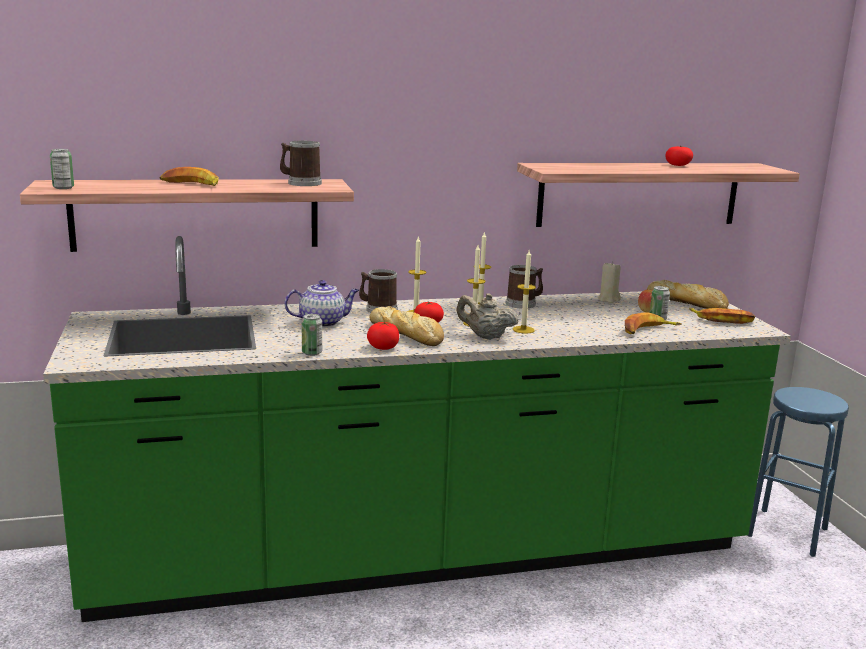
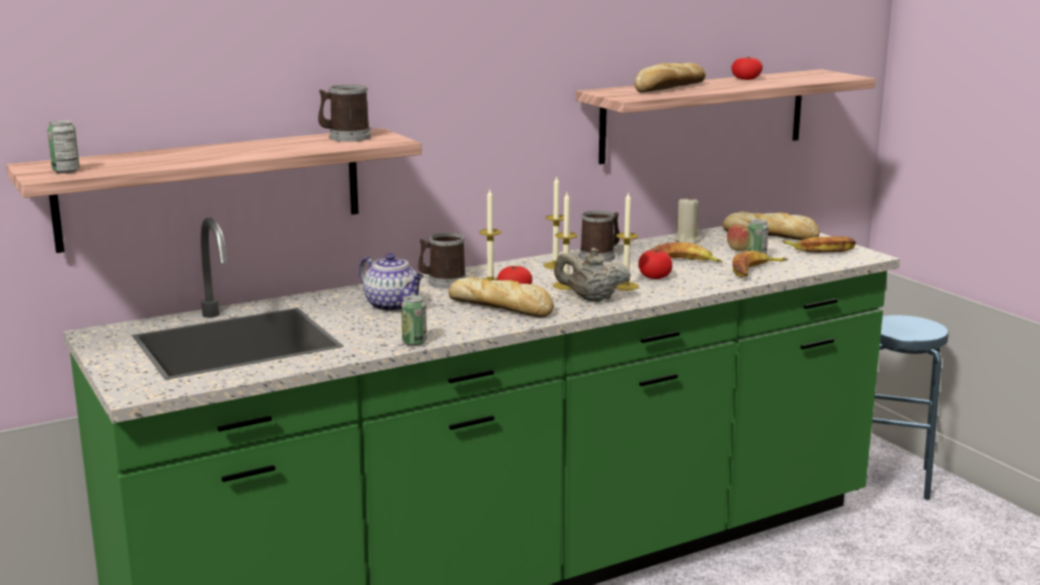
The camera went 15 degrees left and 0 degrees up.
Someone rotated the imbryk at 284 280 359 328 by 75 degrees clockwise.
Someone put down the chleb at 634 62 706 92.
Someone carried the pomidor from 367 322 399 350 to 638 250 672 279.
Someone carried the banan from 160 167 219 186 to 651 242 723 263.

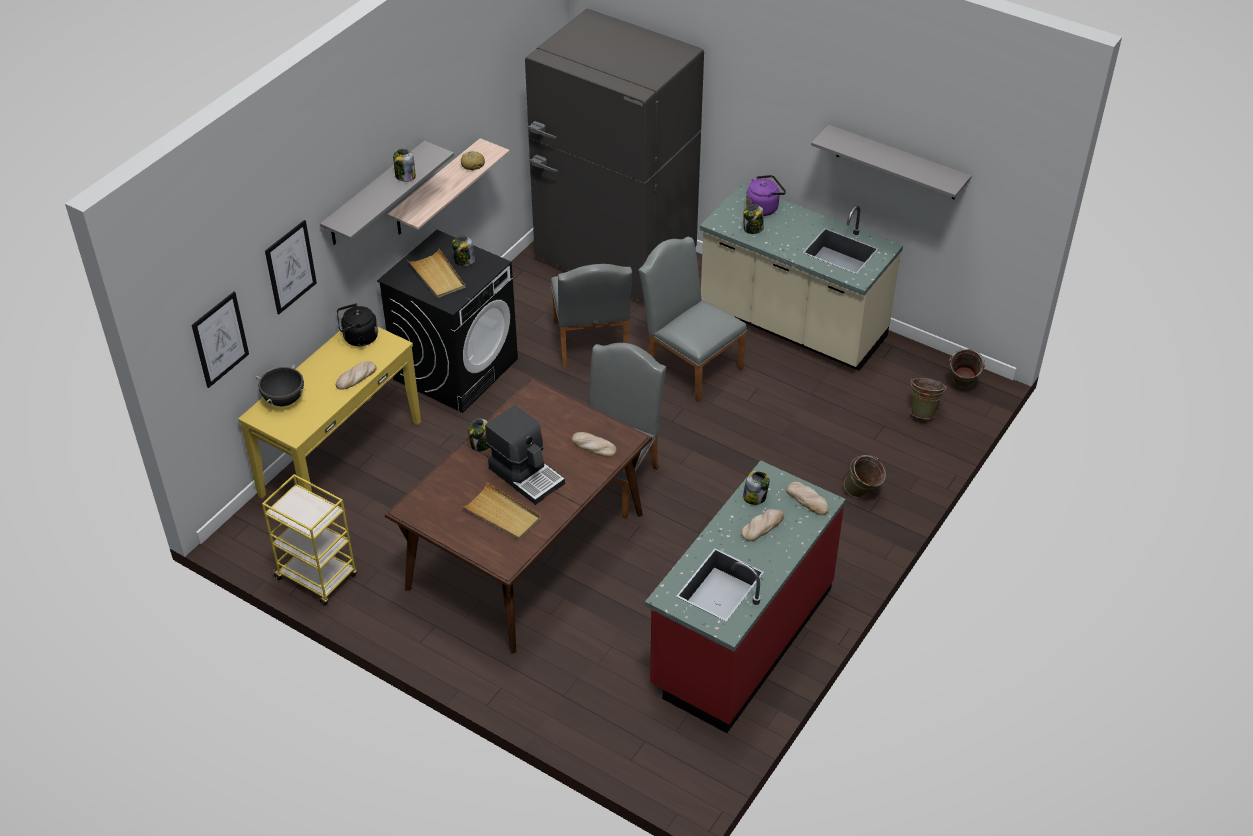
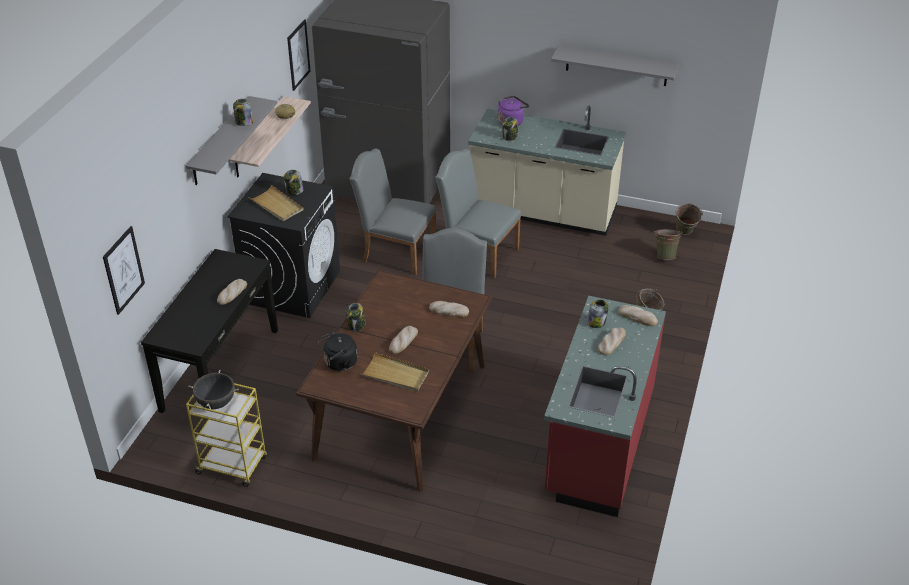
The camera went 15 degrees left and 5 degrees down.
Someone repainted the stolik konsolowy [żółty] at 238 327 421 499, which became the stolik konsolowy [czarny] at 141 249 278 413.
Someone carried the garnek [czarny] from 256 365 306 406 to 188 370 239 409.
Someone carried the obraz from 265 220 317 314 to 287 19 311 91.
Someone carried the czajnik [czarny] from 337 303 378 346 to 317 332 357 371.
Someone rotated the krzesło [szary] at 551 264 632 368 by 135 degrees clockwise.
Someone swapped the ekspres do kawy at 485 405 565 505 for the chleb at 389 326 418 354.

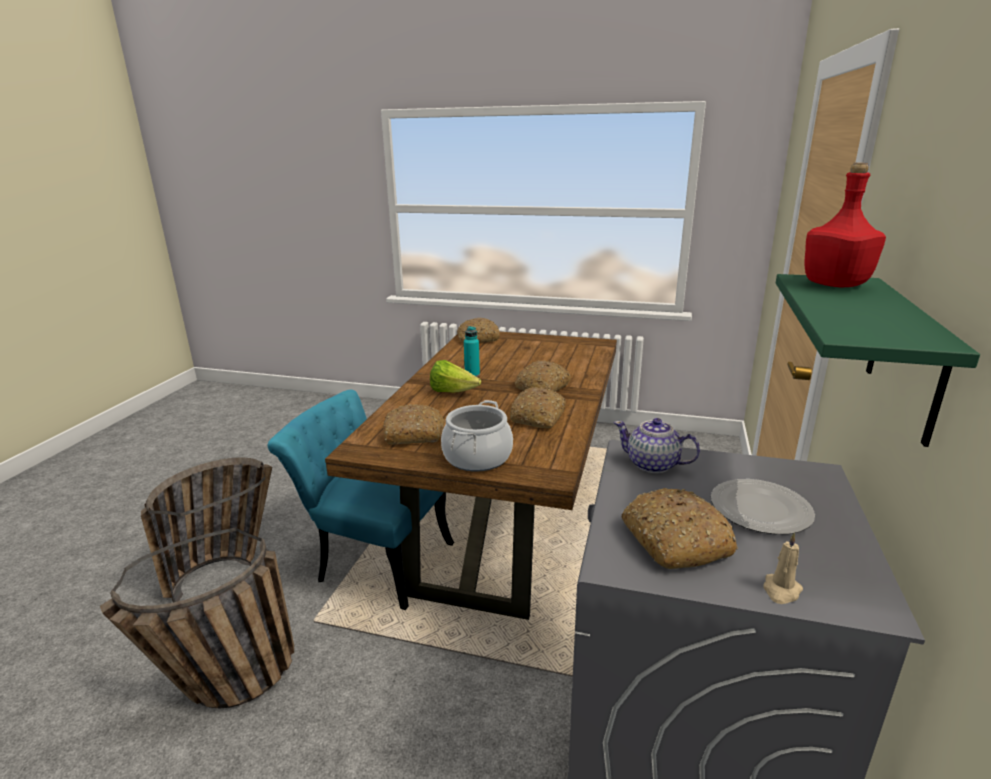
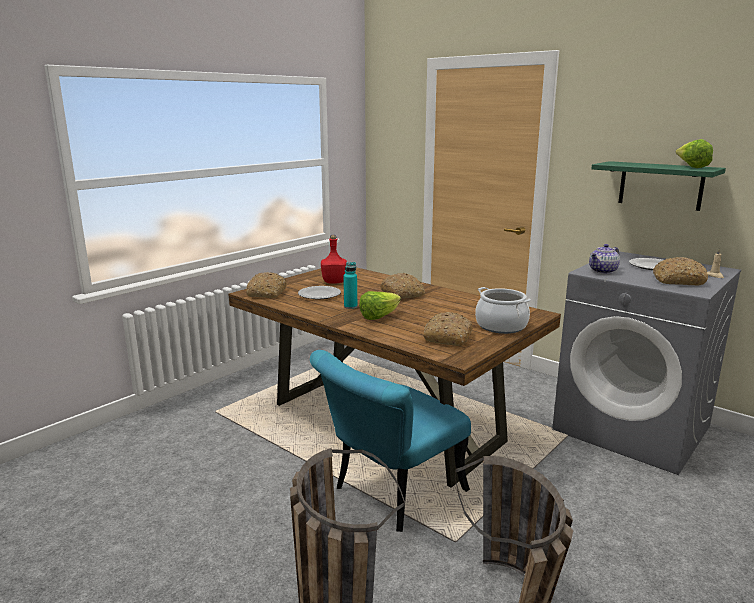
The camera went 65 degrees left and 5 degrees down.
Someone put down the talerz at 298 286 341 299.
Someone carried the butelka [czerwony] from 804 163 886 287 to 321 235 347 284.
Someone put down the sałata at 675 139 713 168.
Someone took away the chleb at 510 387 566 428.

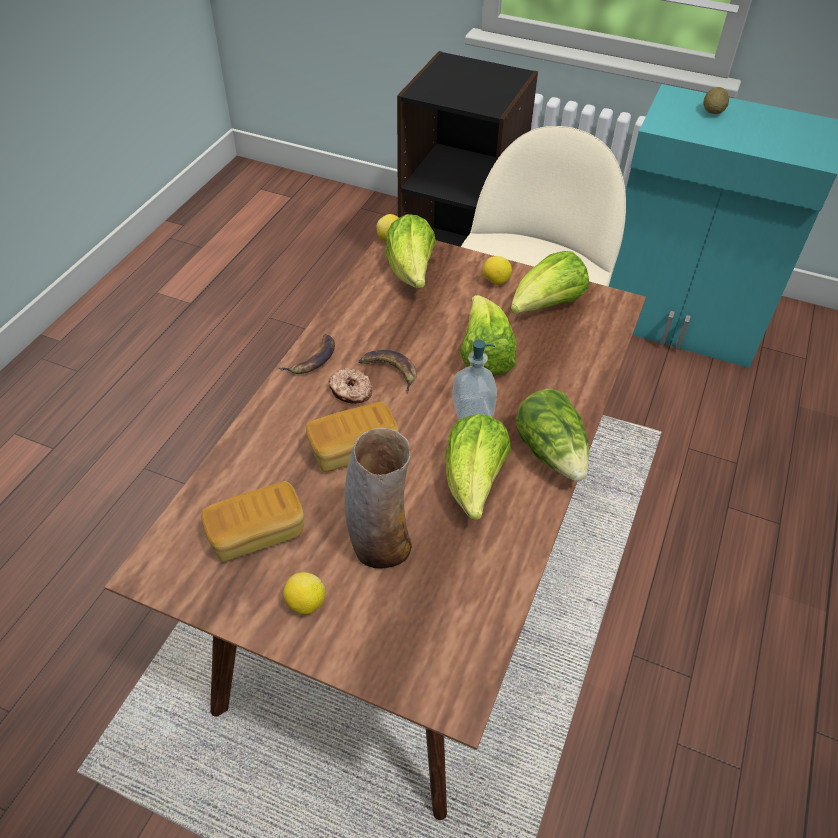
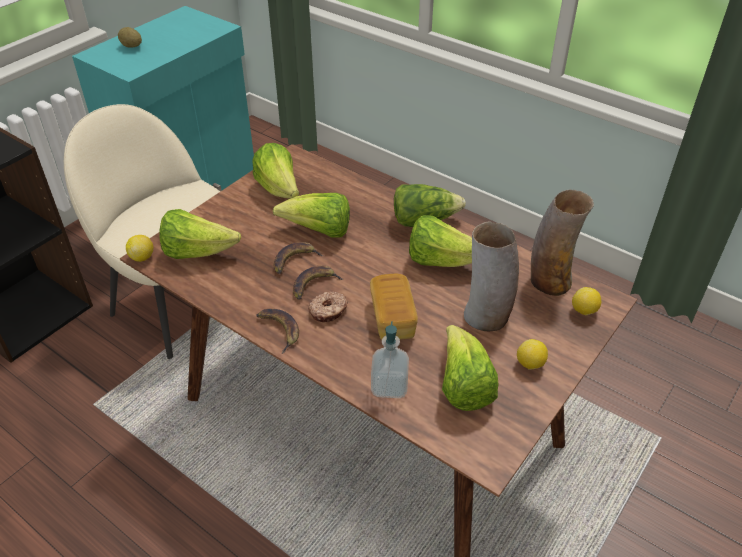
The camera went 75 degrees left and 5 degrees down.
Someone put down the banan at 274 242 323 274.
Someone carried the dozownik mydła from 452 340 497 419 to 371 321 409 398.
Someone swapped the chleb at 202 481 304 562 for the sałata at 442 325 499 411.
Someone put down the wazon at 531 190 594 296.
Someone carried the cytryna from 482 256 512 285 to 572 287 601 315.

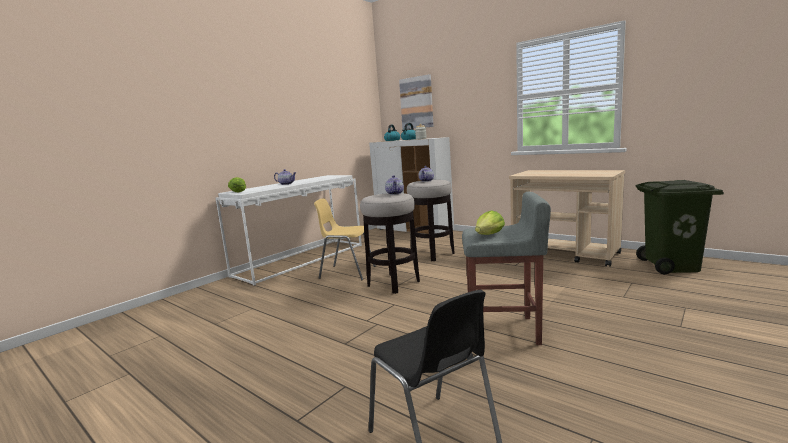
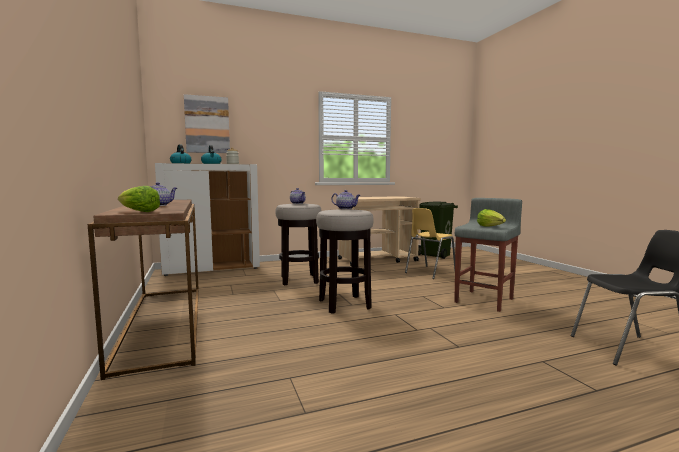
The camera went 60 degrees left and 5 degrees down.
Someone repainted the stolik konsolowy [biały] at 216 175 362 285, which became the stolik konsolowy [brązowy] at 88 200 199 380.
Someone carried the krzesło [żółty] from 314 198 376 280 to 405 208 455 279.

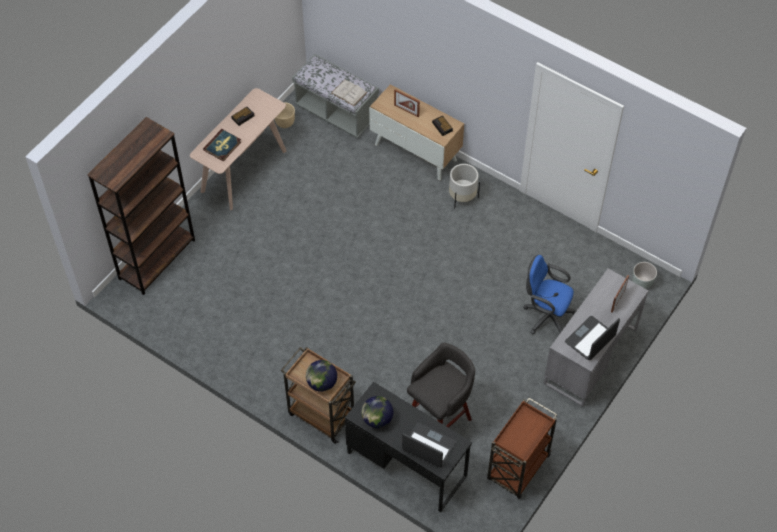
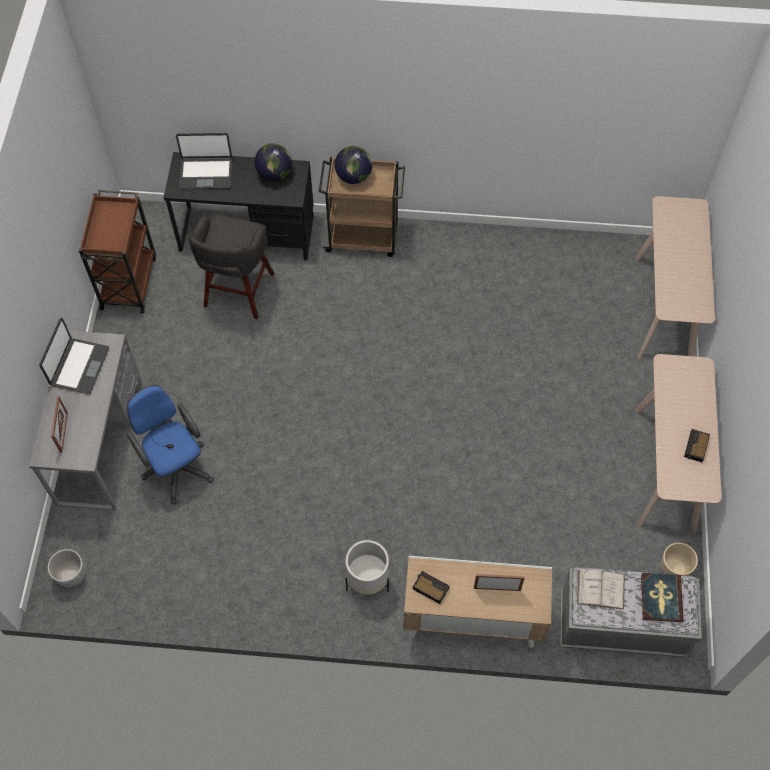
The camera went 150 degrees right and 5 degrees up.
Someone rotated the krzesło biurowe [niebieski] at 523 255 576 334 by 120 degrees counterclockwise.
Someone swapped the regał [brązowy] at 87 117 195 295 for the stolik konsolowy [beżowy] at 635 196 715 359.
Someone carried the książka from 203 129 241 161 to 641 573 684 622.

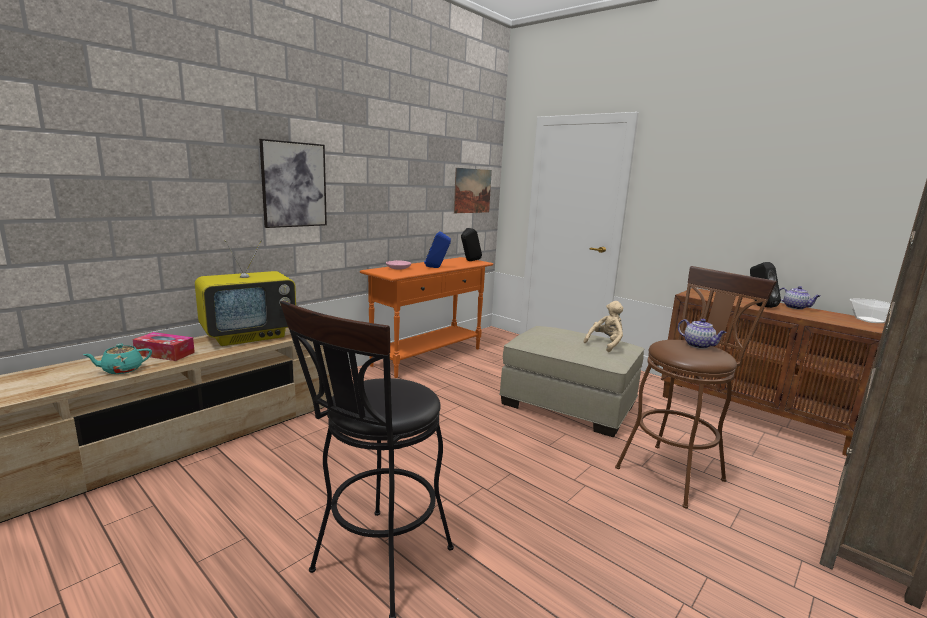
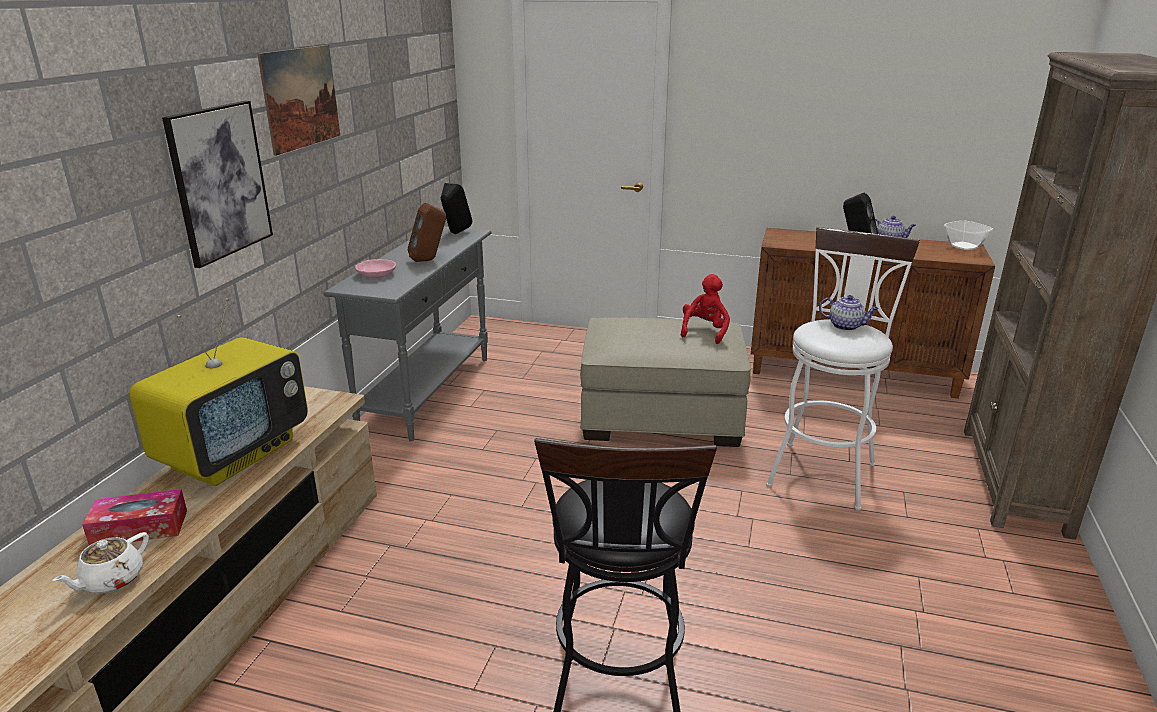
The camera went 25 degrees left and 10 degrees up.
Someone repainted the imbryk [turkusowy] at 83 344 152 374, which became the imbryk [biały] at 53 532 149 594.
Someone carried the obraz from 454 168 492 213 to 257 45 340 156.
Someone repainted the stolik konsolowy [pomarańczowy] at 360 257 493 378, which became the stolik konsolowy [szary] at 323 227 492 441.
Someone repainted the głośnik [niebieski] at 424 231 451 268, which became the głośnik [brązowy] at 408 203 446 262.
Someone repainted the pluszak [beżowy] at 584 301 623 352, which became the pluszak [czerwony] at 681 274 730 344.
Someone repainted the stołek [brązowy] at 615 266 777 509, which became the stołek [biały] at 766 227 920 510.

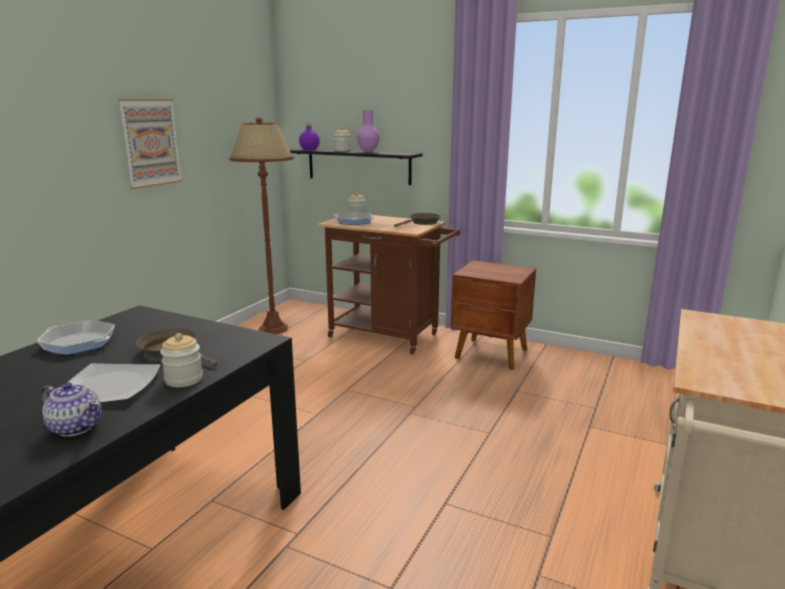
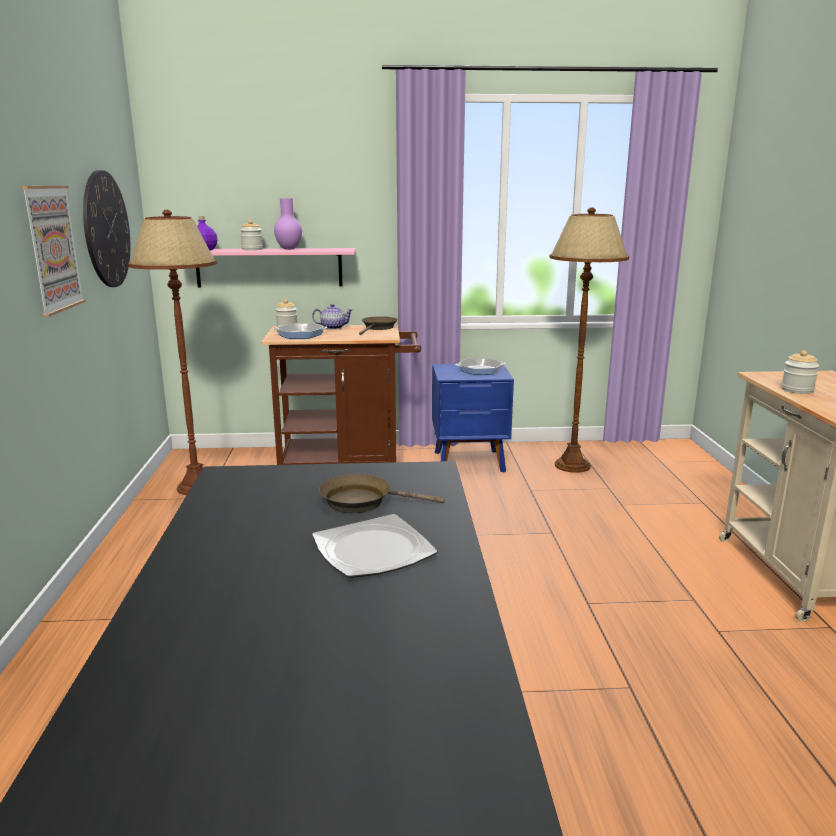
The camera went 30 degrees left and 0 degrees up.
Someone put up the zegar ścienny at 83 170 130 287.
Someone repainted the półka [czarny] at 290 148 423 185, which became the półka [różowy] at 196 248 355 287.
Someone carried the imbryk from 41 382 101 437 to 312 304 353 330.
Someone repainted the szafka nocna [brązowy] at 451 260 536 370, which became the szafka nocna [niebieski] at 432 364 514 472.
Someone carried the patelnia from 37 320 115 355 to 455 358 506 375.
Someone put down the lampa stojąca [brązowy] at 550 207 629 473.
Someone carried the słoik from 160 333 203 387 to 781 350 819 394.

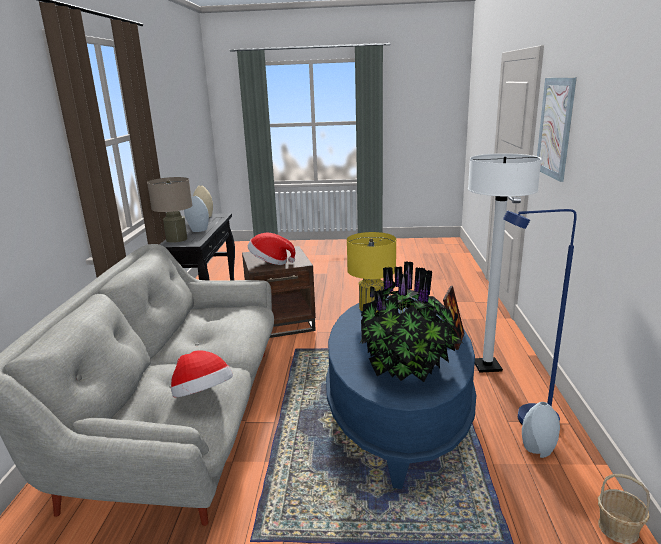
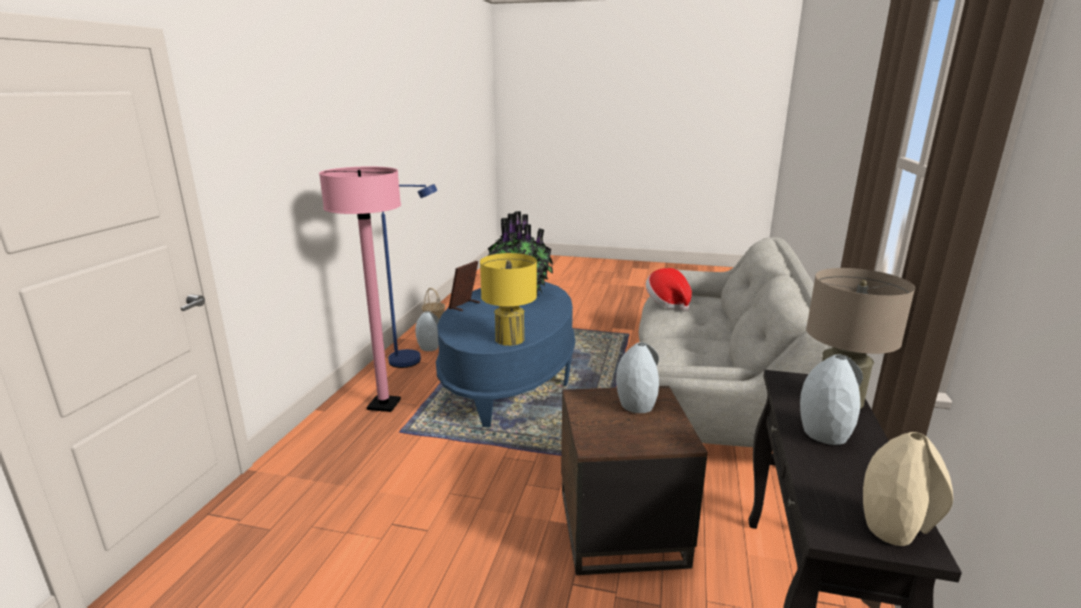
The camera went 170 degrees left and 0 degrees up.
Someone repainted the lampa stojąca [biały] at 468 153 542 373, which became the lampa stojąca [różowy] at 319 166 401 412.
Someone swapped the kapelusz at 248 233 295 265 for the wazon [szary] at 616 342 659 413.
Someone took away the obraz at 537 78 577 182.

